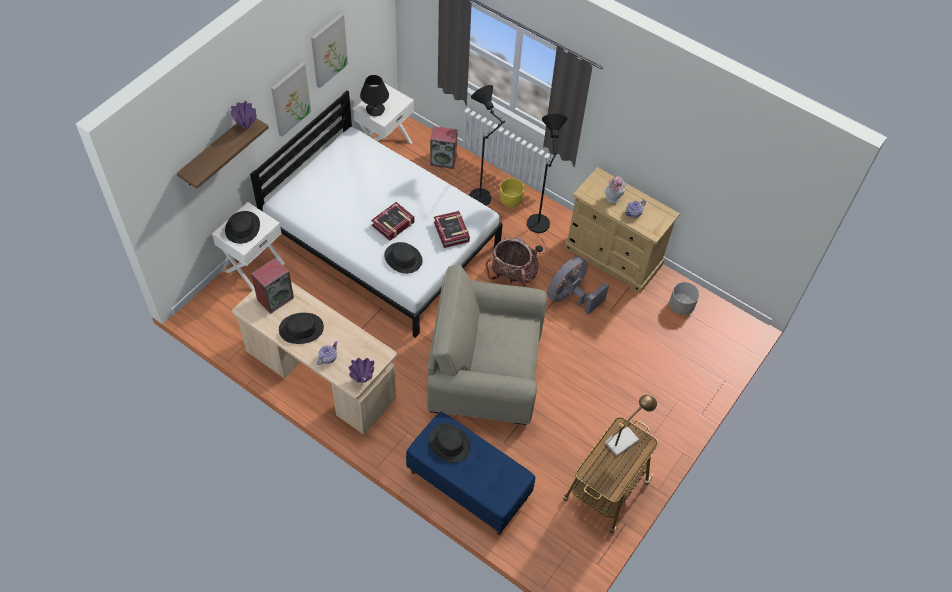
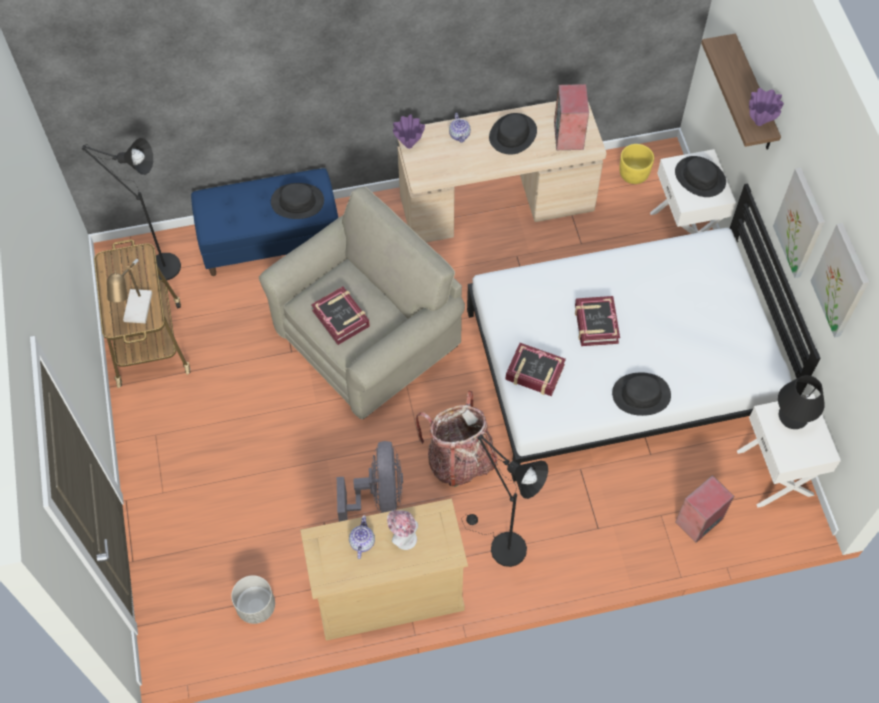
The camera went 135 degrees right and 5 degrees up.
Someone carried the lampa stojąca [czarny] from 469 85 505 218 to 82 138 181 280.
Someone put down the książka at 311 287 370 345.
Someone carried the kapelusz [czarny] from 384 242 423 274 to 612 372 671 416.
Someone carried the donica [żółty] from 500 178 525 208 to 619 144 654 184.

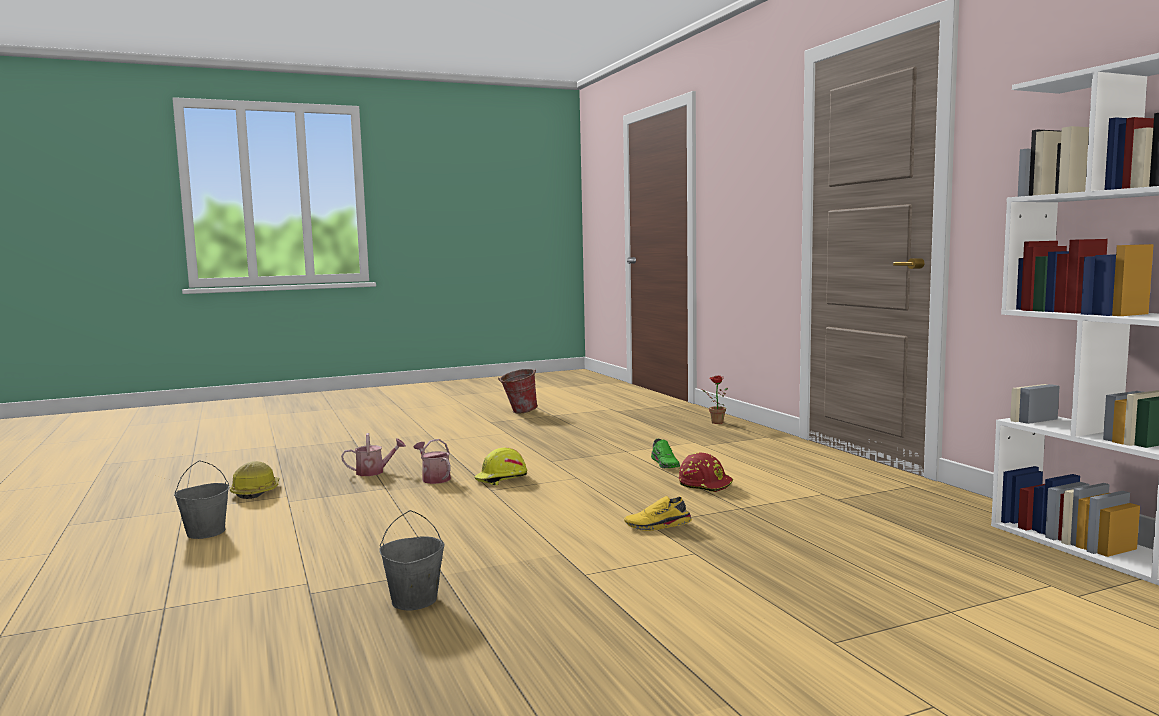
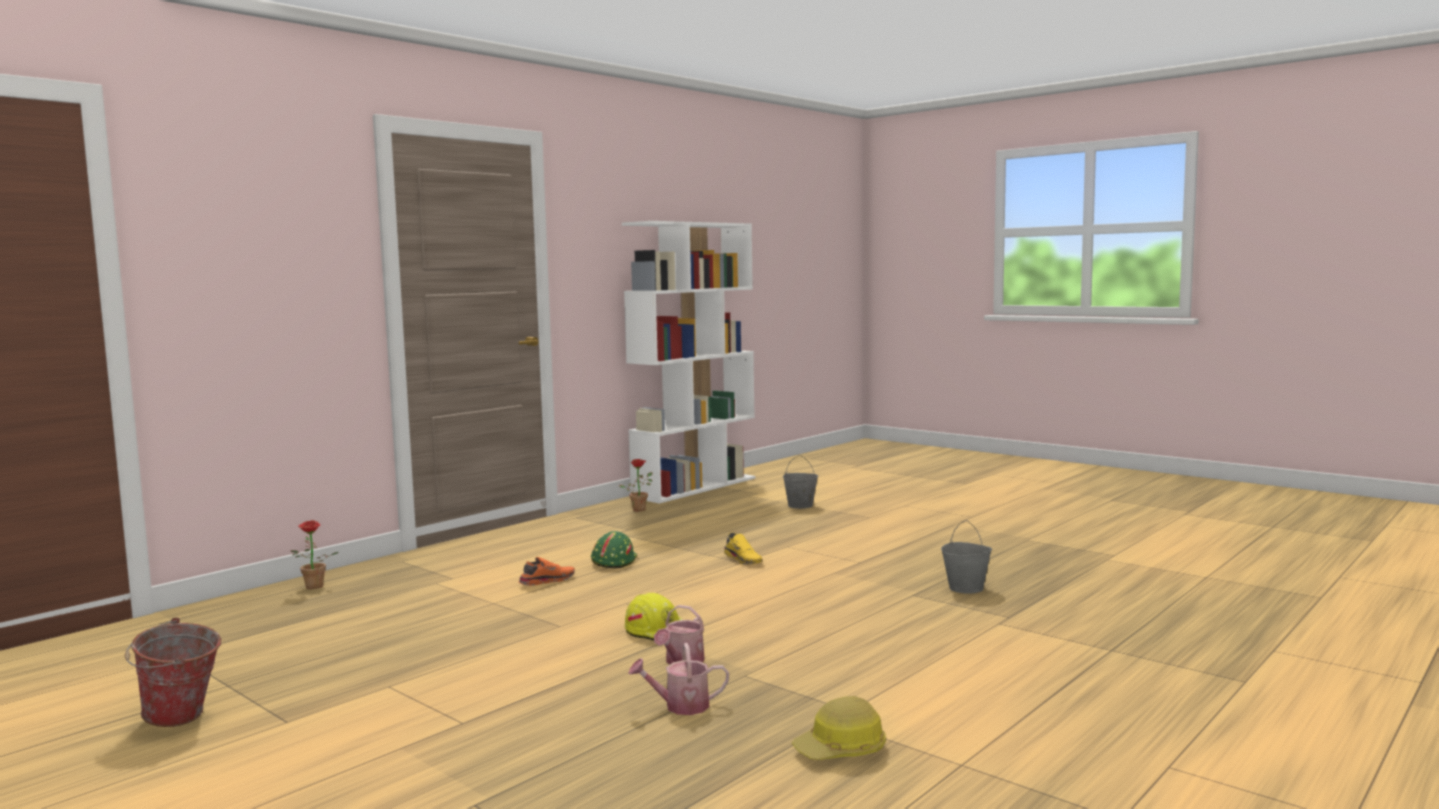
The camera went 115 degrees left and 0 degrees up.
Someone repainted the but [zielony] at 651 439 680 468, which became the but [pomarańczowy] at 518 557 575 586.
Someone repainted the kask [czerwony] at 679 452 733 492, which became the kask [zielony] at 591 531 637 568.
Someone put down the roślina doniczkowa at 619 459 653 511.
Someone rotated the konewka at 341 433 406 476 by 60 degrees counterclockwise.
Someone carried the wiadro [szary] from 174 461 229 539 to 783 455 818 509.

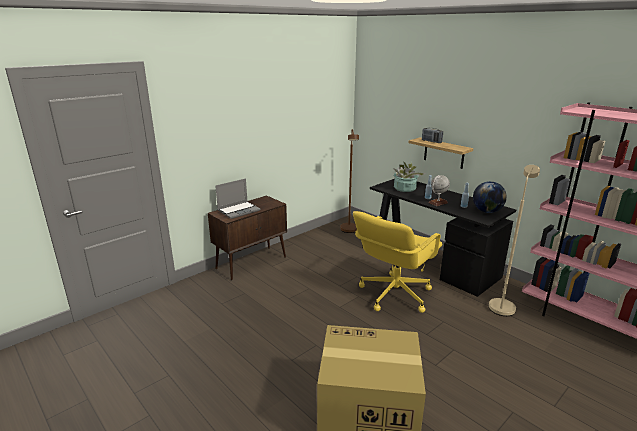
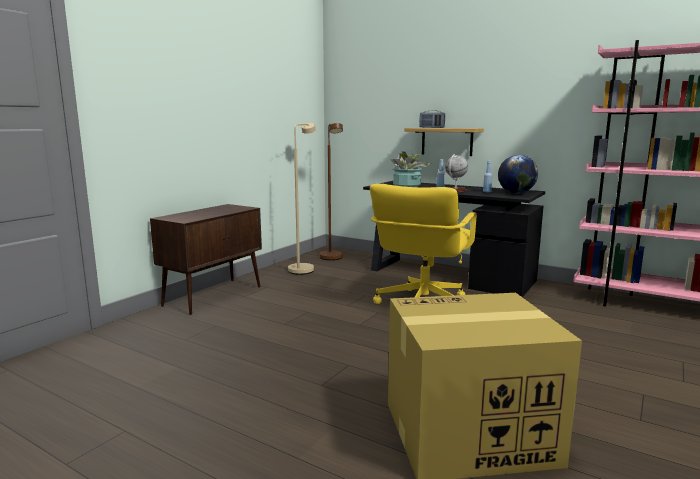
The camera went 15 degrees left and 10 degrees down.
Someone carried the lampa stojąca [beżowy] from 489 165 540 316 to 288 123 316 275.
Someone took away the laptop at 215 178 261 219.

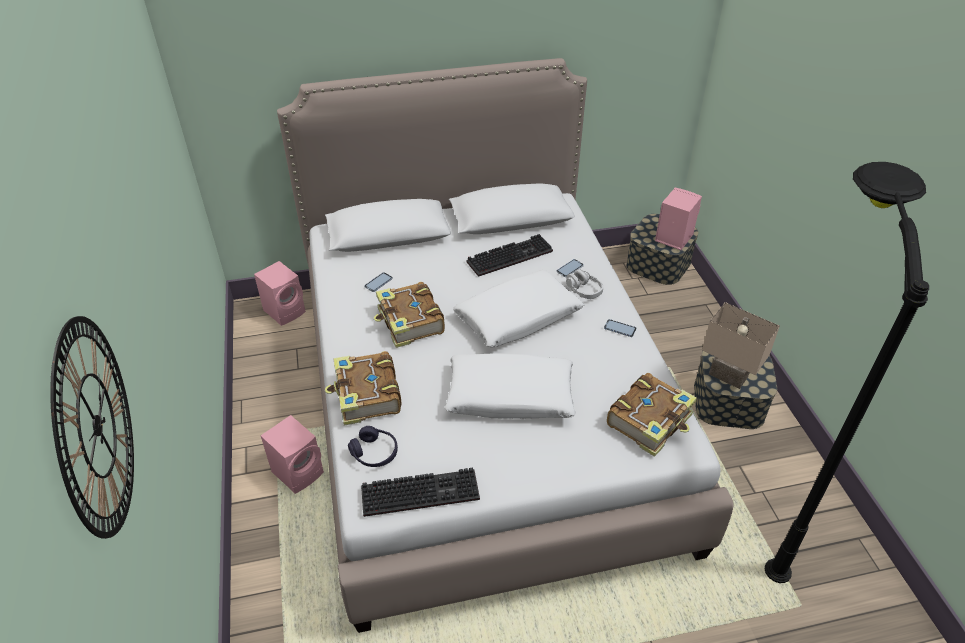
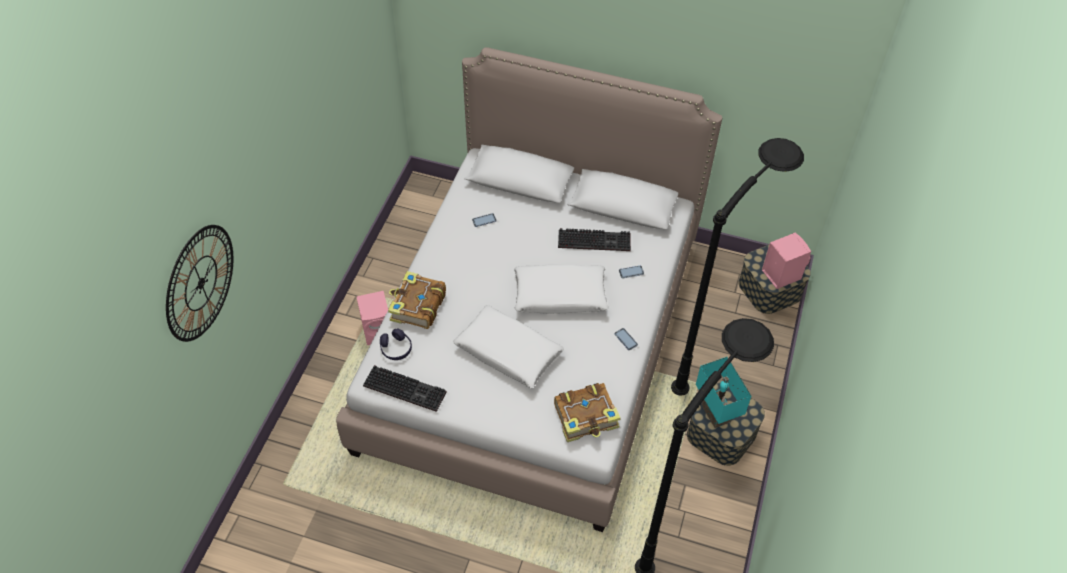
The camera went 30 degrees right and 10 degrees up.
Someone put down the lampa stojąca [czarny] at 671 138 804 396.
Someone repainted the lampa stołowa [beżowy] at 702 302 780 389, which became the lampa stołowa [turkusowy] at 696 357 751 428.
Someone took away the głośnik [różowy] at 254 261 306 326.
Someone took away the książka at 374 282 445 348.
Someone took away the słuchawki [szary] at 566 269 603 299.

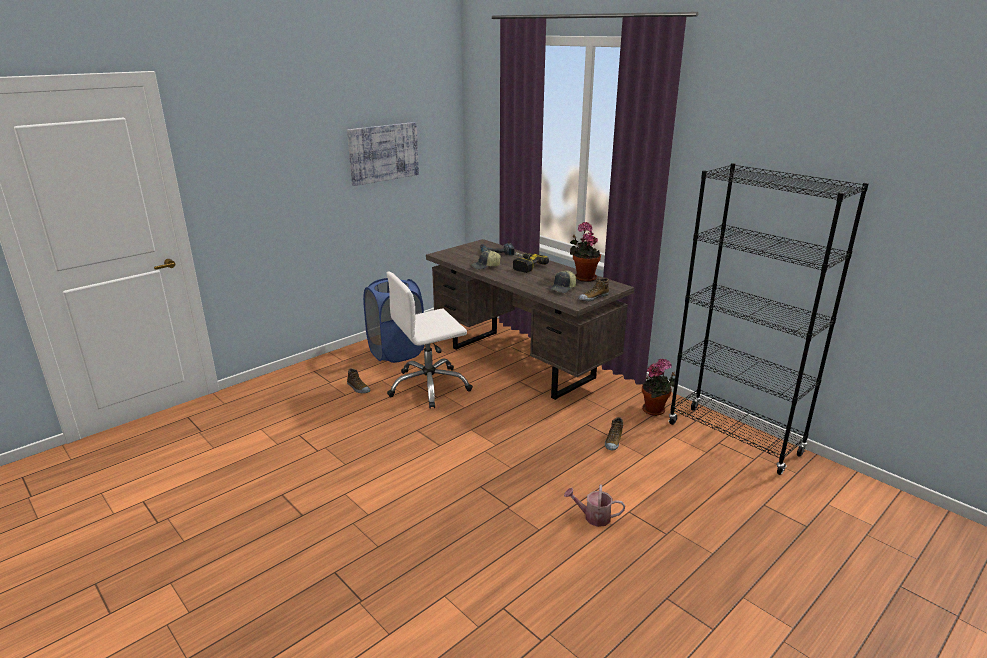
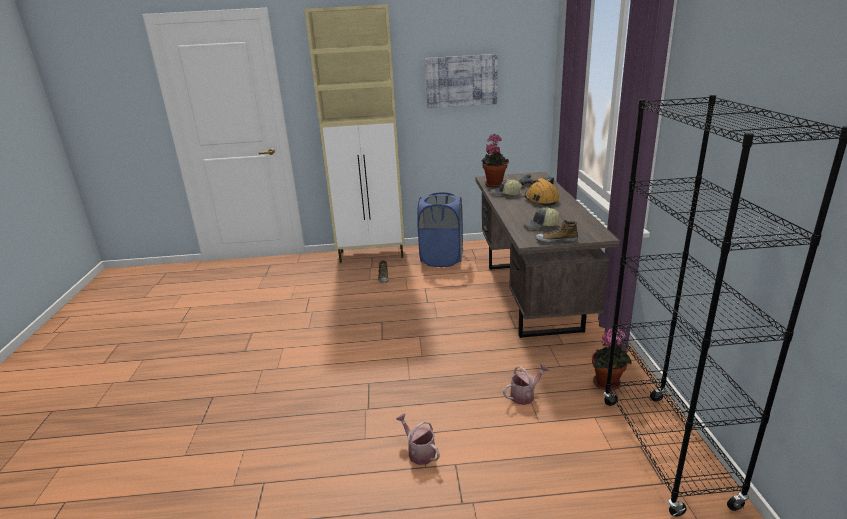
The camera went 40 degrees right and 0 degrees up.
Someone put down the szafka [beżowy] at 305 4 405 263.
Someone carried the roślina doniczkowa from 570 222 601 282 to 481 134 509 187.
Someone swapped the but at 605 417 623 450 for the konewka at 503 364 549 405.
Someone swapped the wiertarka at 513 252 549 273 for the kask [pomarańczowy] at 525 178 559 206.
Someone took away the krzesło biurowe [biały] at 386 272 473 409.

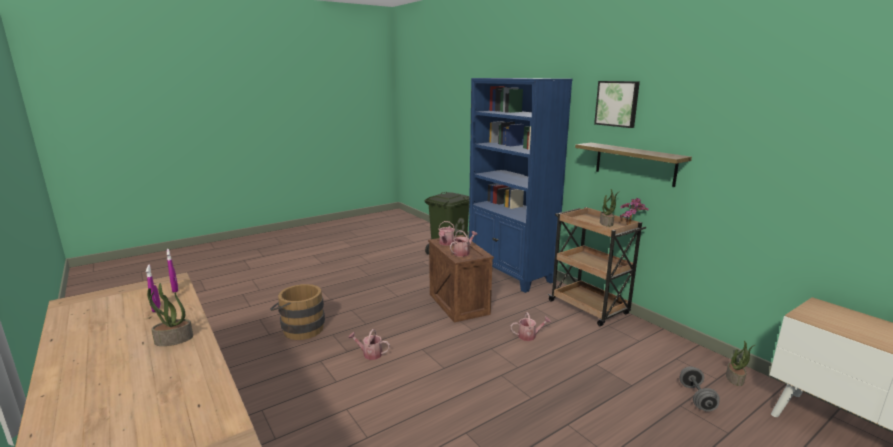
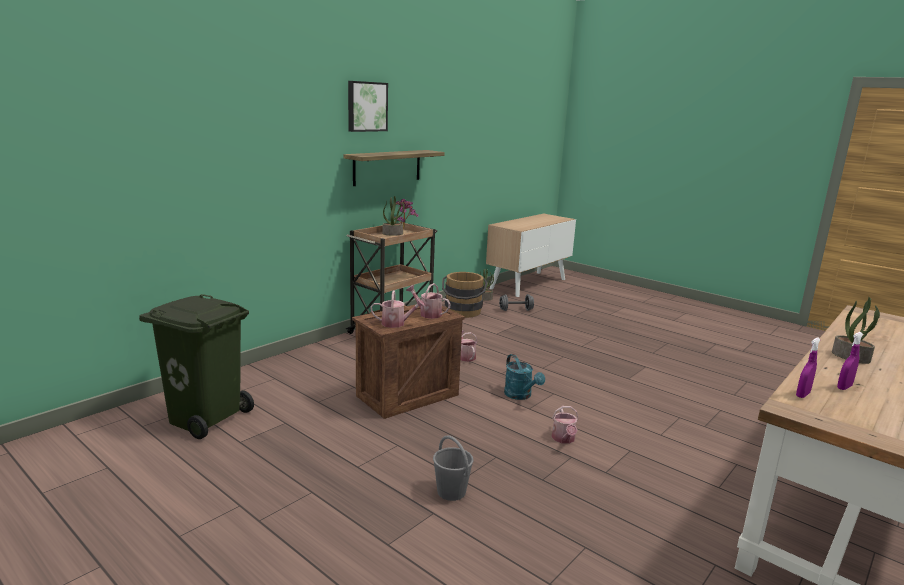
The camera went 105 degrees left and 0 degrees up.
Someone put down the wiadro [szary] at 433 435 473 501.
Someone carried the wiadro [brązowy] from 270 284 325 340 to 442 272 488 318.
Someone put down the konewka [turkusowy] at 504 354 545 400.
Someone took away the regał [niebieski] at 469 78 572 293.

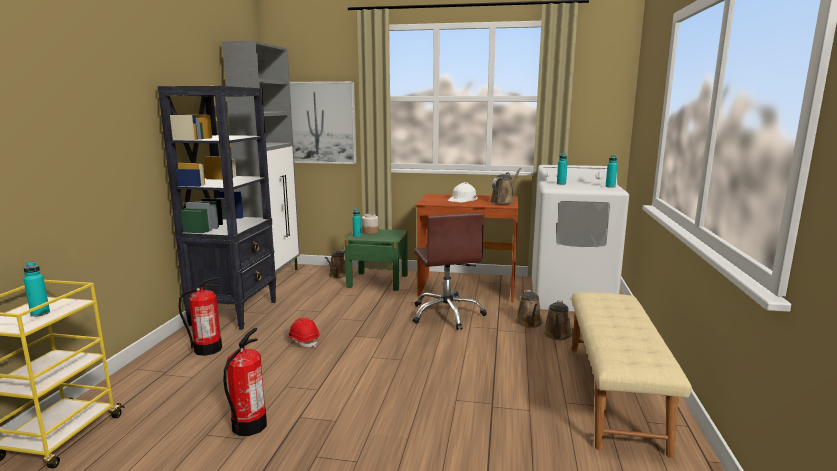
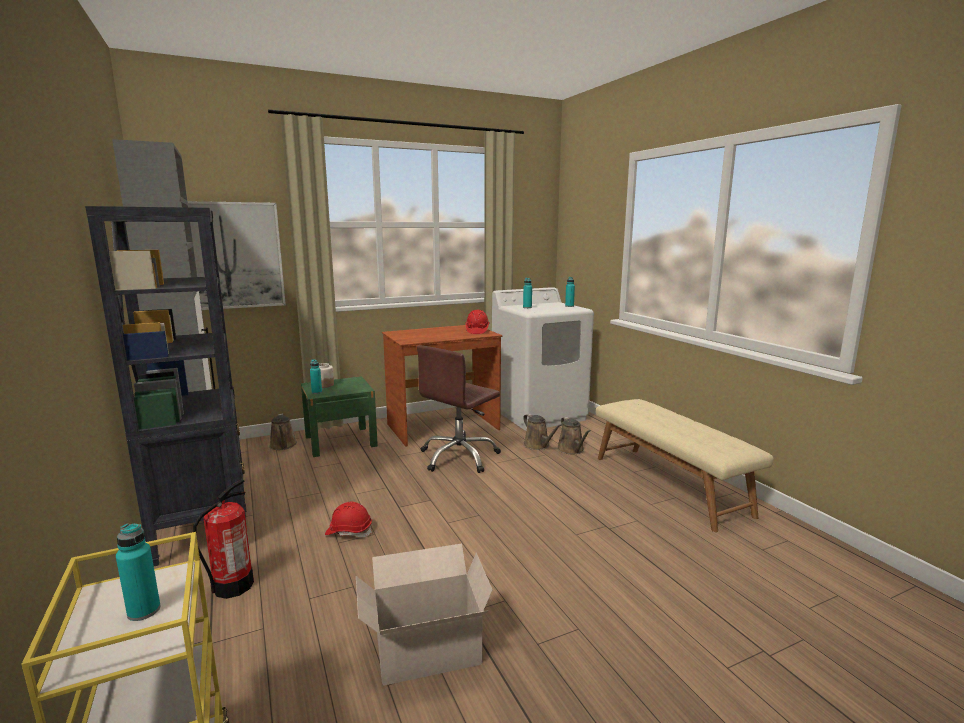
The camera went 35 degrees left and 0 degrees up.
Someone swapped the gaśnica at 224 328 267 436 for the karton at 356 544 492 686.
Someone rotated the krzesło biurowe [brązowy] at 412 213 487 330 by 90 degrees clockwise.
Someone swapped the konewka [brązowy] at 490 168 521 204 for the kask [czerwony] at 465 310 490 334.
Someone took away the kask [biały] at 448 182 478 202.

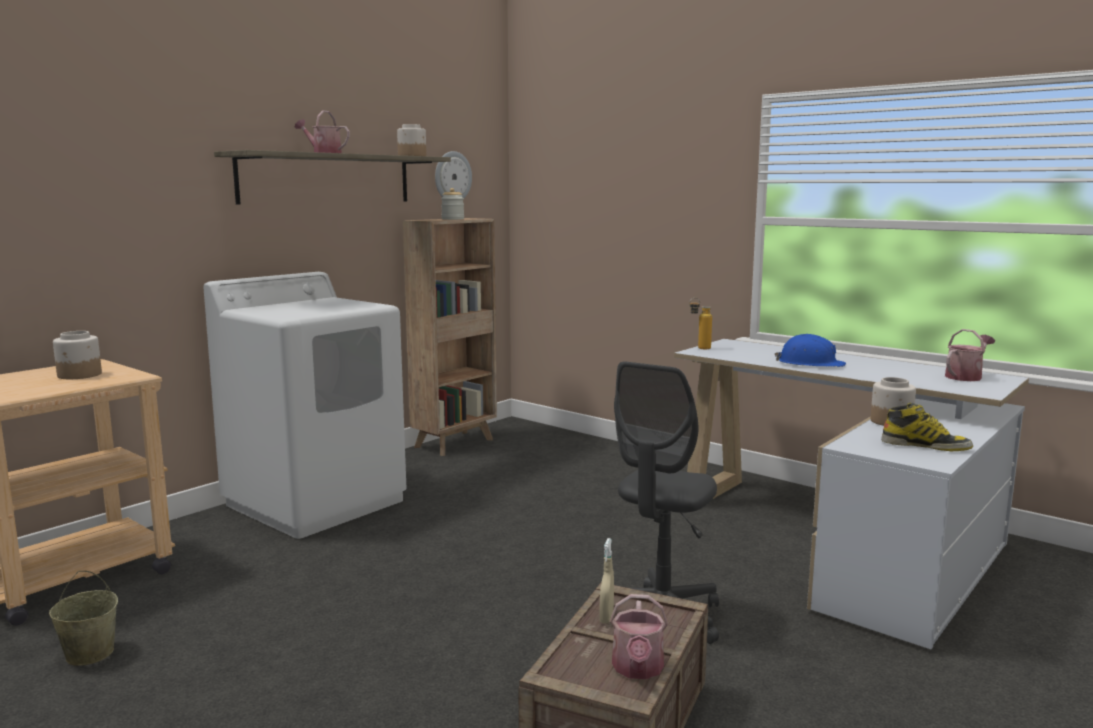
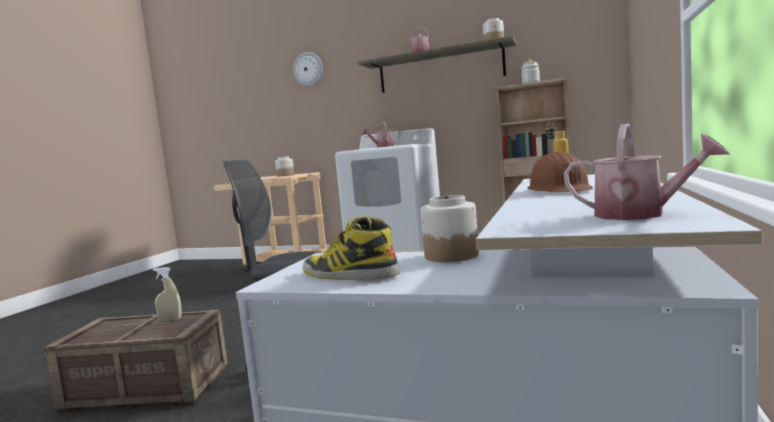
The camera went 70 degrees right and 5 degrees down.
Someone carried the zegar ścienny from 435 151 472 198 to 293 52 323 86.
Someone rotated the but z cholewką at 881 403 973 451 by 120 degrees clockwise.
Someone carried the konewka from 610 594 668 679 to 362 122 400 148.
Someone repainted the kask [niebieski] at 775 334 846 367, which became the kask [brązowy] at 527 152 593 192.
Someone took away the wiadro [beżowy] at 49 571 118 666.

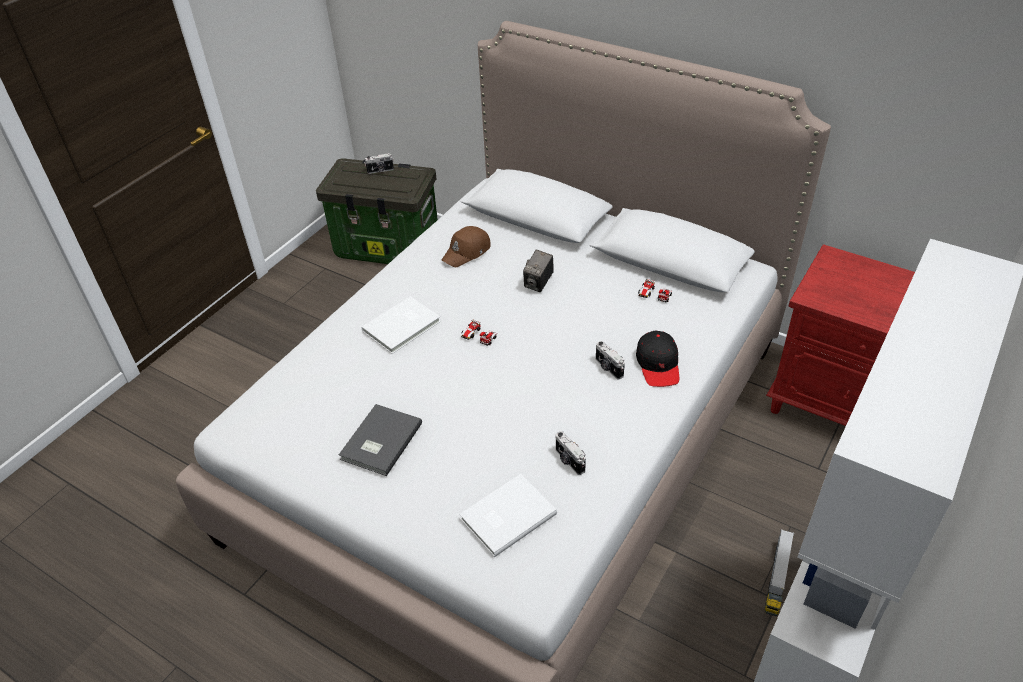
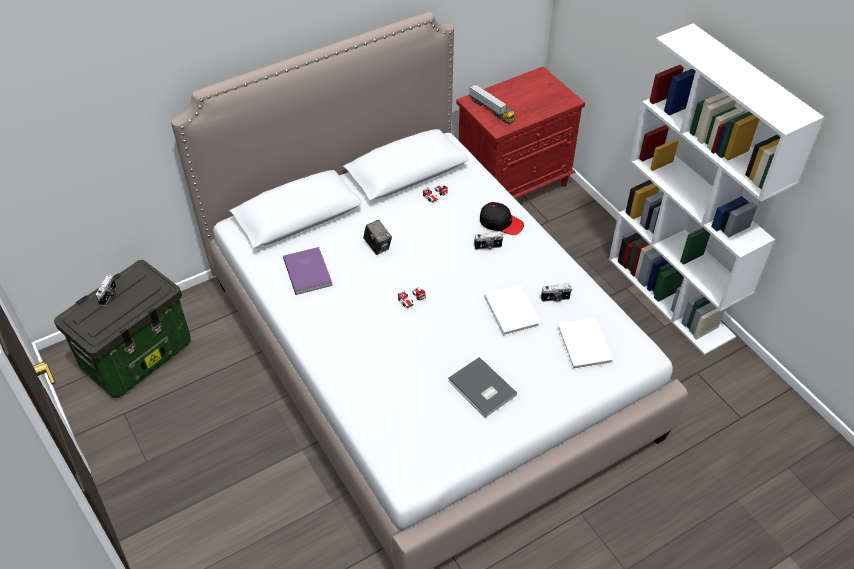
The camera went 65 degrees left and 5 degrees up.
Someone swapped the czapka z daszkiem [brązowy] at 441 226 491 267 for the książka [fioletowy] at 283 247 332 295.
Someone carried the ciężarówka zabawkowa from 765 529 794 616 to 470 84 515 124.
Someone carried the książka [biały] from 362 296 441 354 to 484 285 540 336.

